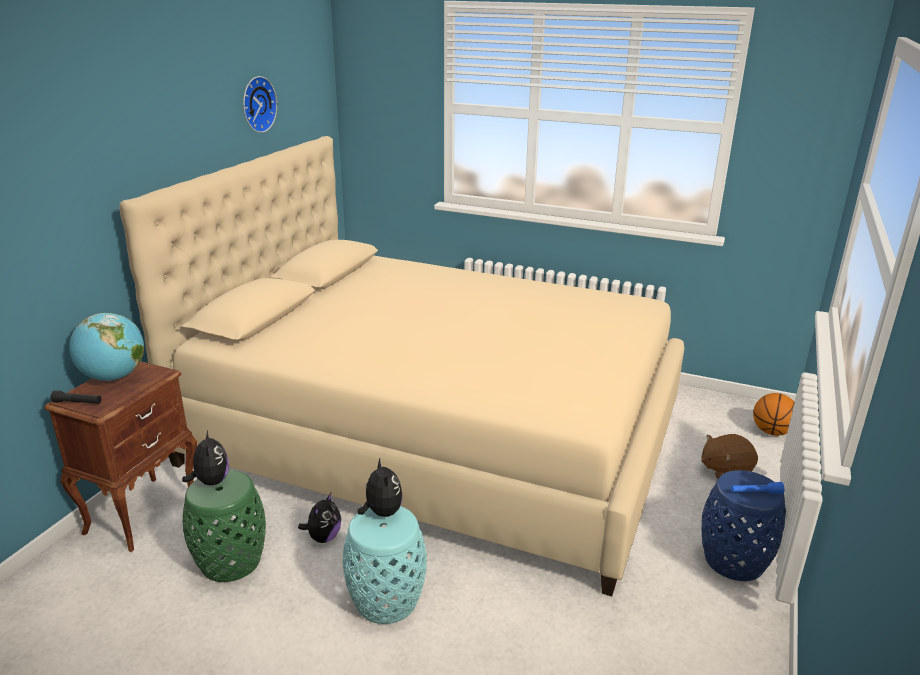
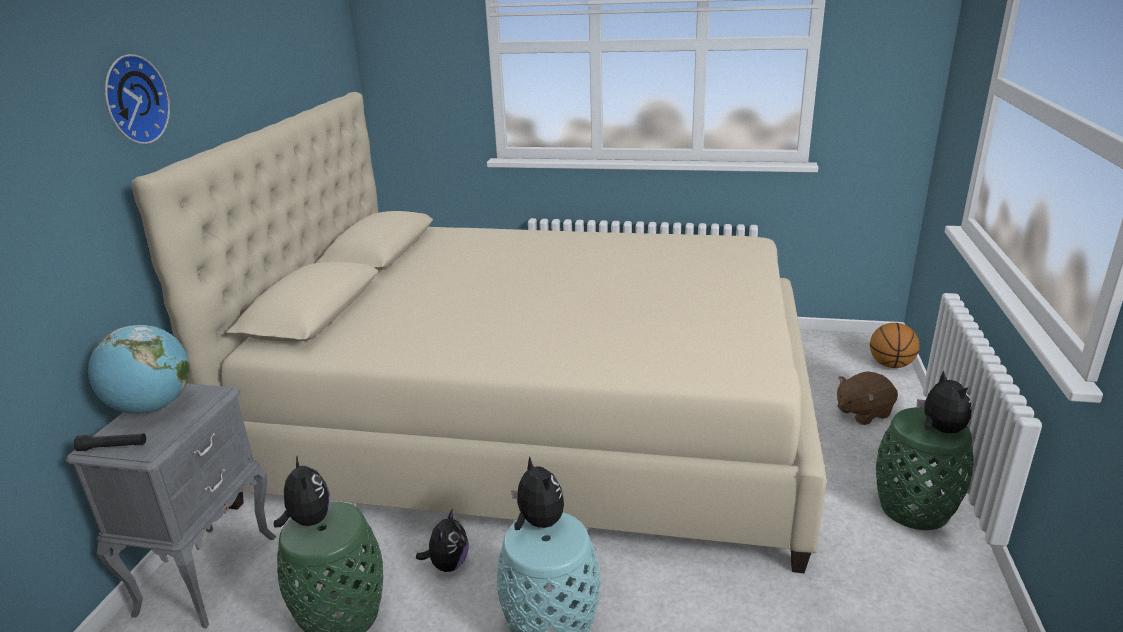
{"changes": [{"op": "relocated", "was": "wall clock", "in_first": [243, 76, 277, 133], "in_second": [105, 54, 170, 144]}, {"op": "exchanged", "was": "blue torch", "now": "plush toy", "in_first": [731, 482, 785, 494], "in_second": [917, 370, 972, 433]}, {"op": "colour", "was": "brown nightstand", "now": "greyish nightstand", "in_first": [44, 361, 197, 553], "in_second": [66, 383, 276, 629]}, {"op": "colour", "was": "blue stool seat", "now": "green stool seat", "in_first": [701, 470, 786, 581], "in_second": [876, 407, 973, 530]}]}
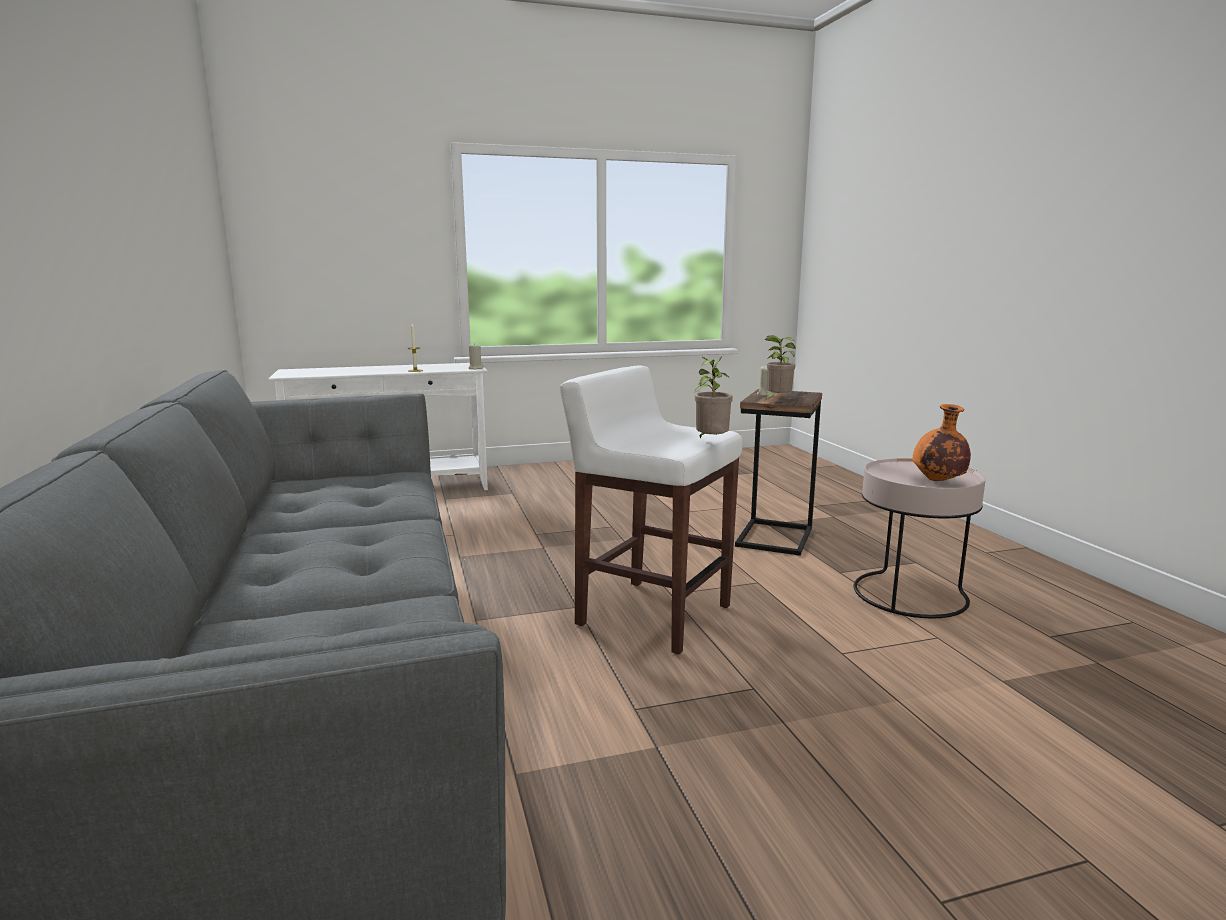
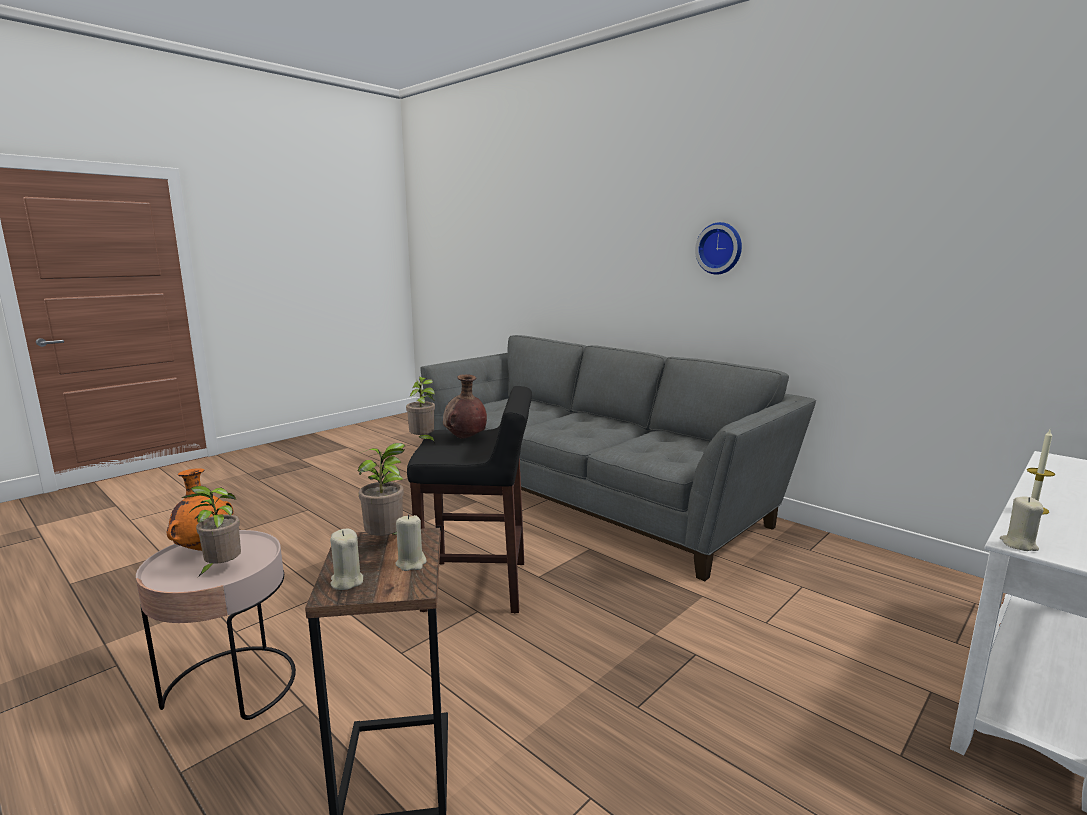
{"changes": [{"op": "appeared", "now": "plant in a pot", "in_second": [181, 486, 241, 577]}, {"op": "appeared", "now": "beige-coloured wax candle", "in_second": [330, 529, 363, 590]}, {"op": "appeared", "now": "brown flower vase", "in_second": [443, 374, 487, 439]}, {"op": "appeared", "now": "wall clock", "in_second": [695, 222, 742, 275]}, {"op": "colour", "was": "whitish stool seat", "now": "black-coloured stool seat", "in_first": [560, 365, 742, 654], "in_second": [407, 386, 532, 613]}]}
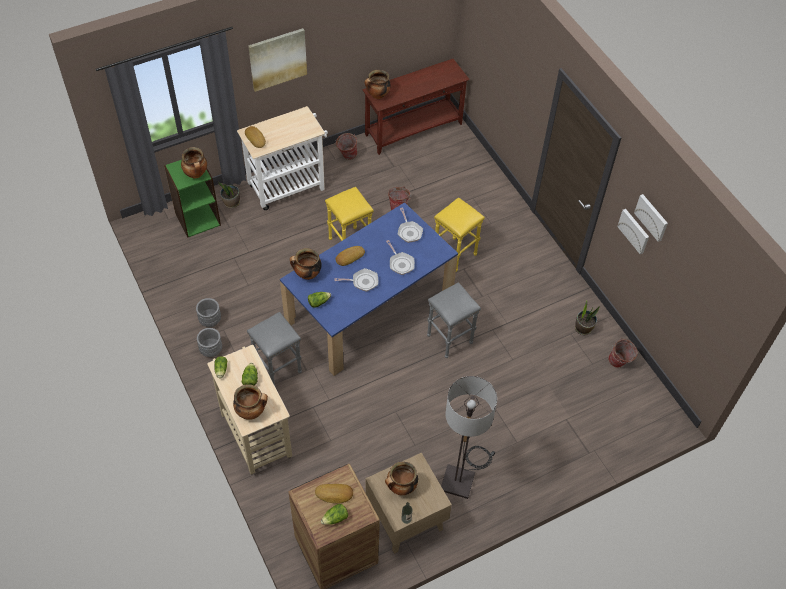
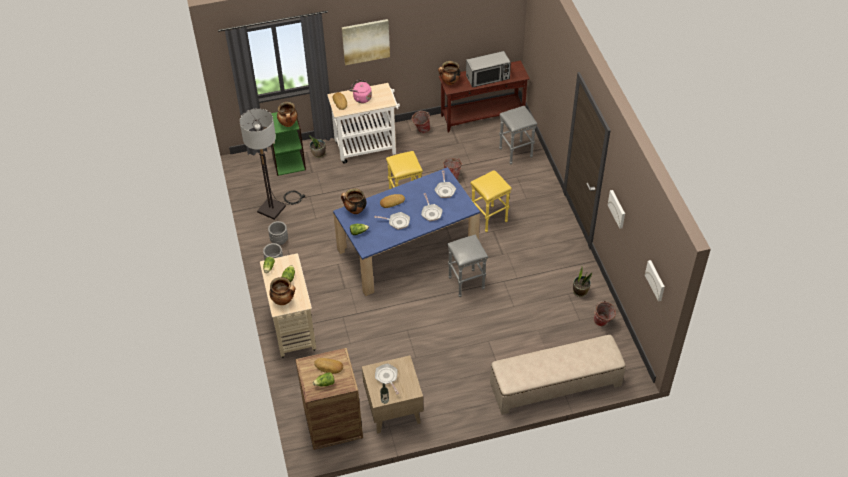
{"changes": [{"op": "appeared", "now": "pink-coloured tea kettle", "in_second": [349, 79, 372, 103]}, {"op": "appeared", "now": "microwave", "in_second": [466, 51, 511, 87]}, {"op": "appeared", "now": "beige-coloured bench", "in_second": [490, 335, 626, 415]}, {"op": "relocated", "was": "greyish stool seat", "in_first": [247, 312, 302, 386], "in_second": [499, 106, 537, 164]}, {"op": "relocated", "was": "standard lamp", "in_first": [441, 376, 497, 499], "in_second": [240, 108, 305, 220]}, {"op": "relocated", "was": "wall picture", "in_first": [634, 194, 668, 242], "in_second": [645, 260, 665, 302]}, {"op": "exchanged", "was": "cooking pot", "now": "pan", "in_first": [385, 462, 418, 495], "in_second": [375, 363, 399, 394]}]}
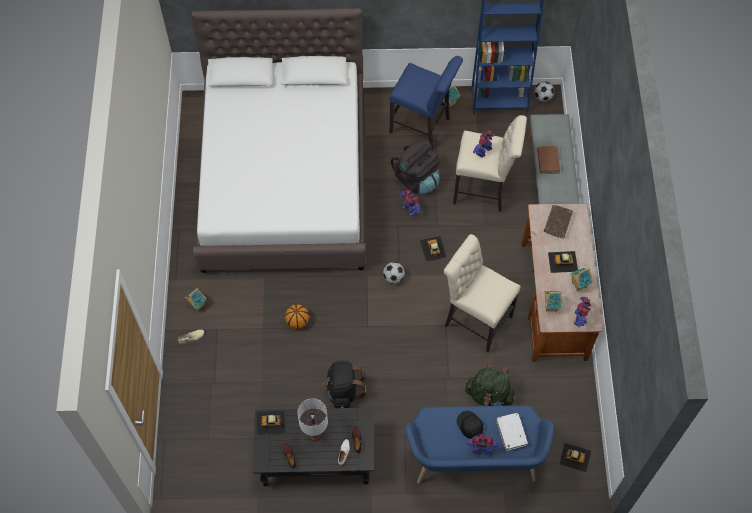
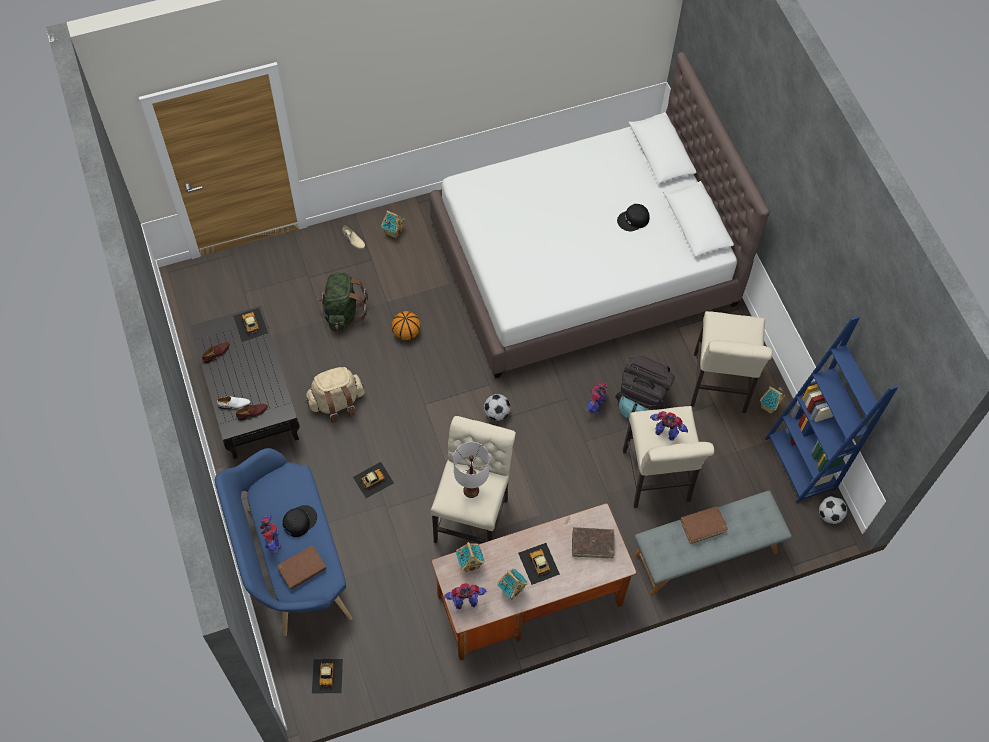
{"changes": [{"op": "appeared", "now": "black-coloured cap", "in_second": [617, 204, 649, 231]}, {"op": "relocated", "was": "whitish table lamp", "in_first": [297, 399, 328, 441], "in_second": [453, 442, 489, 498]}, {"op": "relocated", "was": "model car", "in_first": [420, 236, 447, 262], "in_second": [353, 462, 394, 498]}, {"op": "relocated", "was": "green backpack", "in_first": [465, 363, 516, 406], "in_second": [317, 272, 368, 331]}, {"op": "colour", "was": "black-coloured backpack", "now": "beige-coloured backpack", "in_first": [322, 361, 366, 408], "in_second": [305, 367, 365, 423]}, {"op": "colour", "was": "blue stool seat", "now": "beige-coloured stool seat", "in_first": [390, 56, 463, 150], "in_second": [691, 311, 773, 413]}, {"op": "colour", "was": "whitish book", "now": "brown book", "in_first": [496, 413, 528, 451], "in_second": [277, 546, 326, 590]}]}
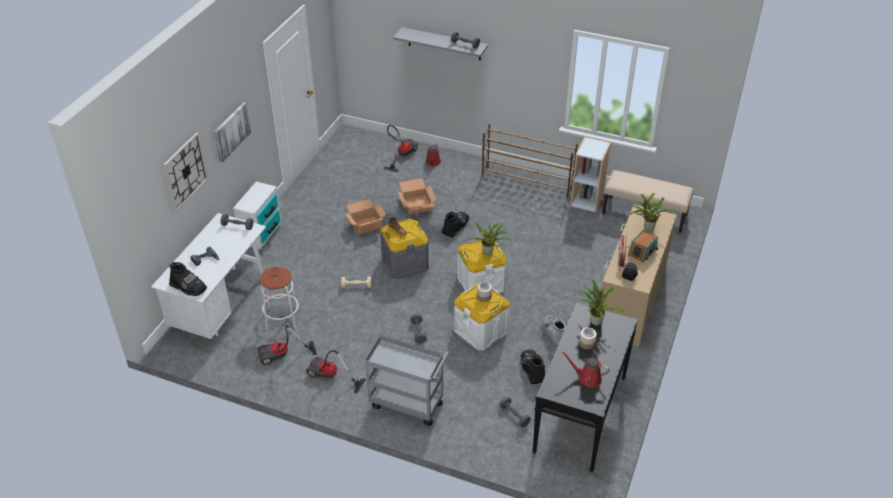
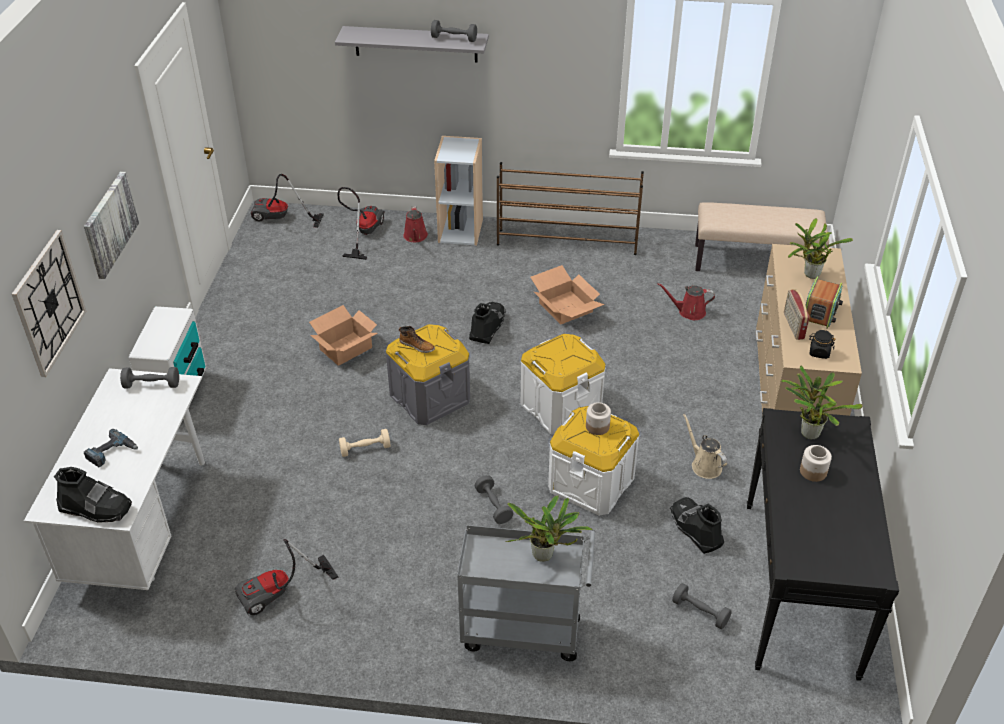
{"changes": [{"op": "missing", "was": "whitish stool seat", "in_first": [260, 267, 299, 329]}, {"op": "relocated", "was": "hoover", "in_first": [306, 350, 366, 393], "in_second": [251, 174, 324, 228]}, {"op": "relocated", "was": "packing box", "in_first": [398, 178, 437, 214], "in_second": [530, 265, 604, 324]}, {"op": "relocated", "was": "plant in a pot", "in_first": [470, 222, 511, 255], "in_second": [506, 495, 593, 562]}, {"op": "relocated", "was": "red watering pot", "in_first": [561, 351, 610, 388], "in_second": [657, 283, 715, 320]}, {"op": "relocated", "was": "bookshelf", "in_first": [570, 137, 611, 212], "in_second": [434, 136, 483, 246]}, {"op": "exchanged", "was": "greyish high-top boot", "now": "beige-coloured watering pot", "in_first": [542, 315, 566, 348], "in_second": [683, 413, 727, 479]}]}
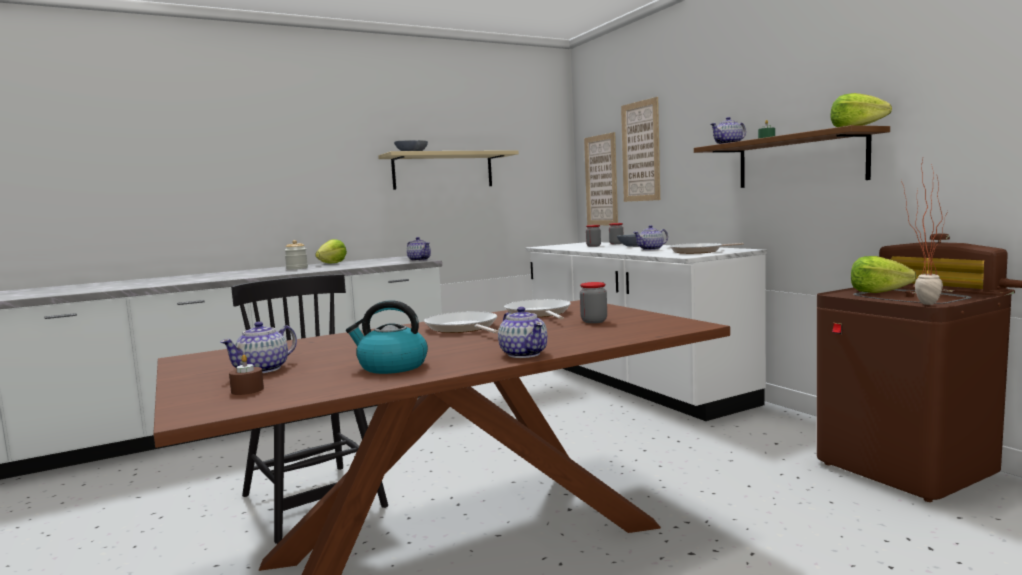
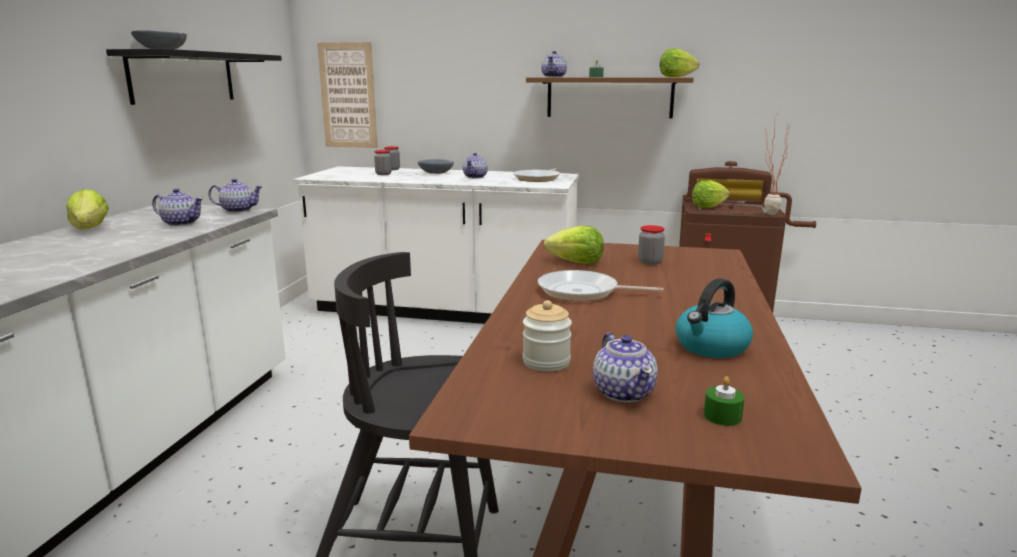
{"changes": [{"op": "missing", "was": "wall picture", "in_first": [621, 97, 660, 202]}, {"op": "relocated", "was": "jar", "in_first": [284, 240, 308, 270], "in_second": [522, 300, 572, 372]}, {"op": "relocated", "was": "pot for tea", "in_first": [498, 307, 547, 358], "in_second": [152, 188, 204, 226]}, {"op": "exchanged", "was": "pan", "now": "head of lettuce", "in_first": [504, 299, 571, 319], "in_second": [544, 226, 604, 264]}, {"op": "colour", "was": "brown wax candle", "now": "green wax candle", "in_first": [229, 355, 264, 395], "in_second": [704, 376, 745, 426]}, {"op": "colour", "was": "beige-coloured bracket shelf", "now": "black-coloured bracket shelf", "in_first": [378, 150, 519, 190], "in_second": [106, 49, 282, 105]}]}
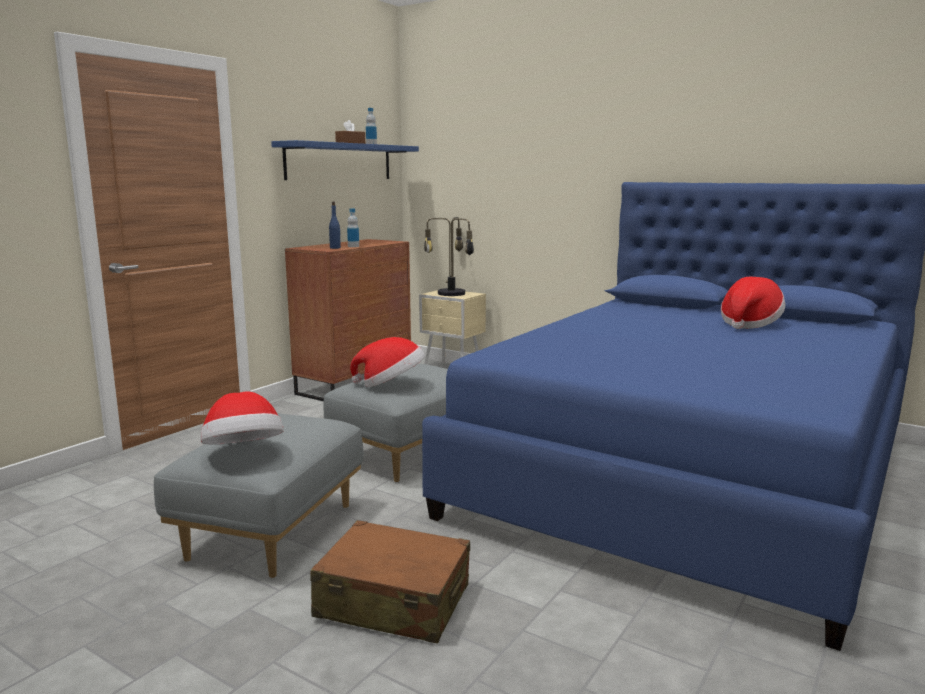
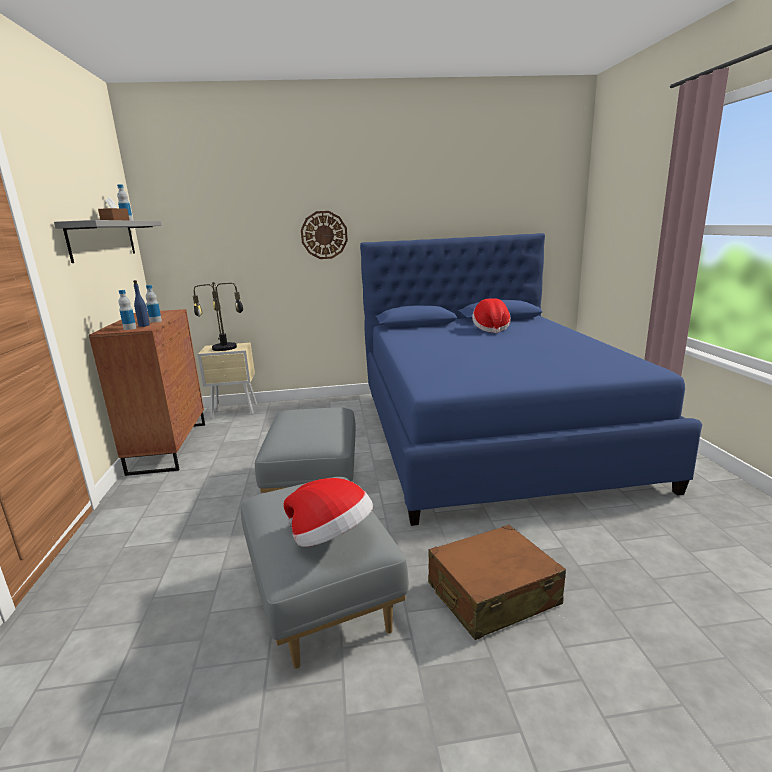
{"changes": [{"op": "missing", "was": "hat", "in_first": [350, 337, 425, 387]}, {"op": "appeared", "now": "bottle", "in_second": [119, 290, 136, 330]}, {"op": "appeared", "now": "wall clock", "in_second": [301, 211, 348, 259]}, {"op": "colour", "was": "blue bracket shelf", "now": "greyish bracket shelf", "in_first": [271, 140, 419, 180], "in_second": [54, 220, 162, 263]}]}
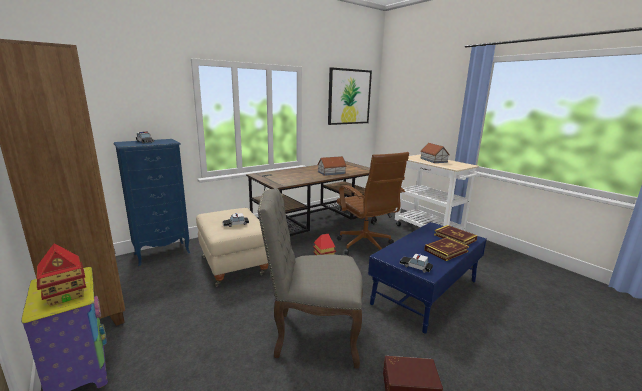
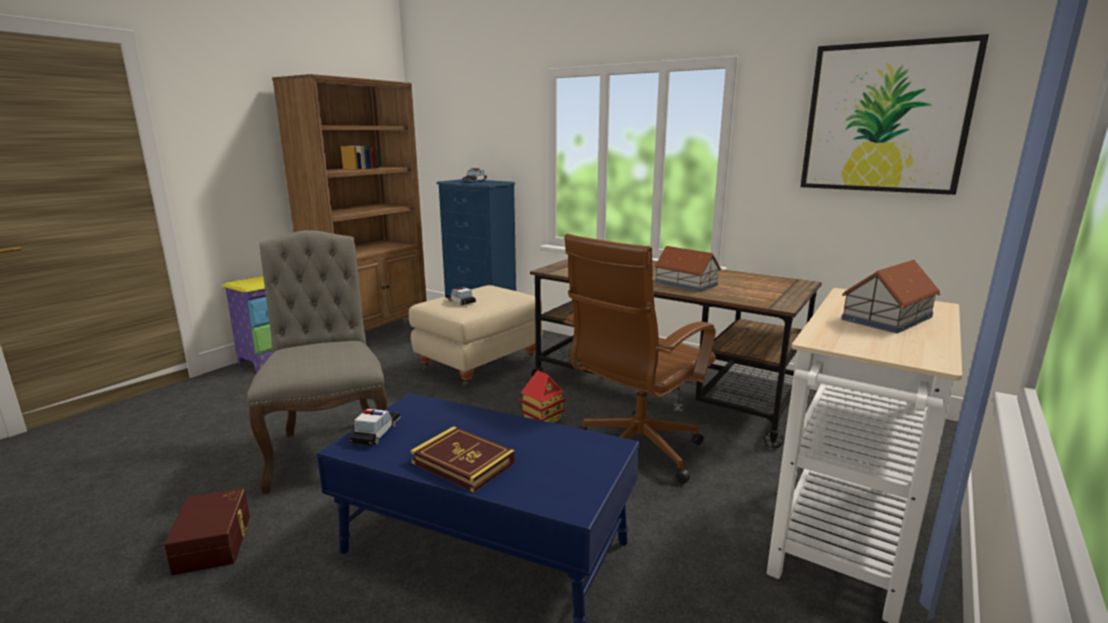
{"changes": [{"op": "missing", "was": "toy house", "in_first": [37, 244, 86, 306]}, {"op": "missing", "was": "book", "in_first": [434, 225, 478, 245]}]}
